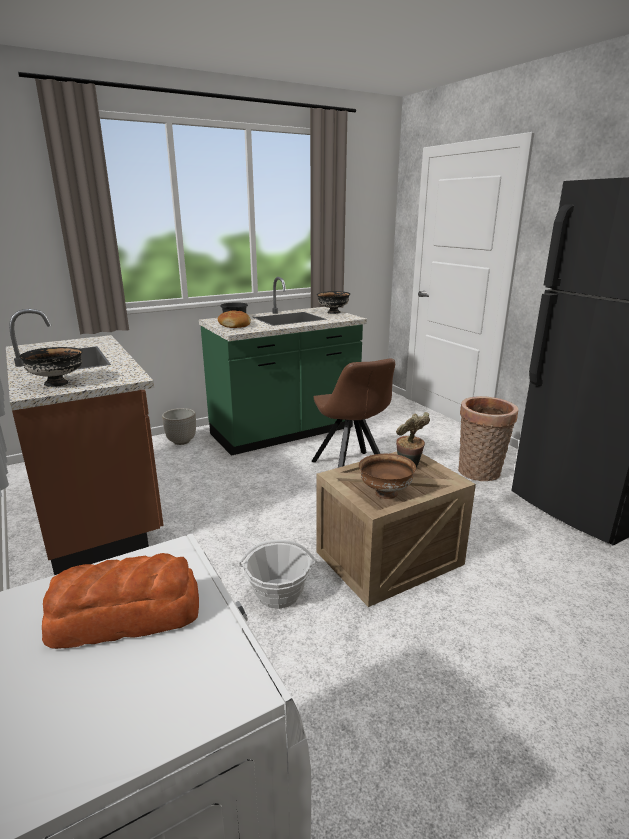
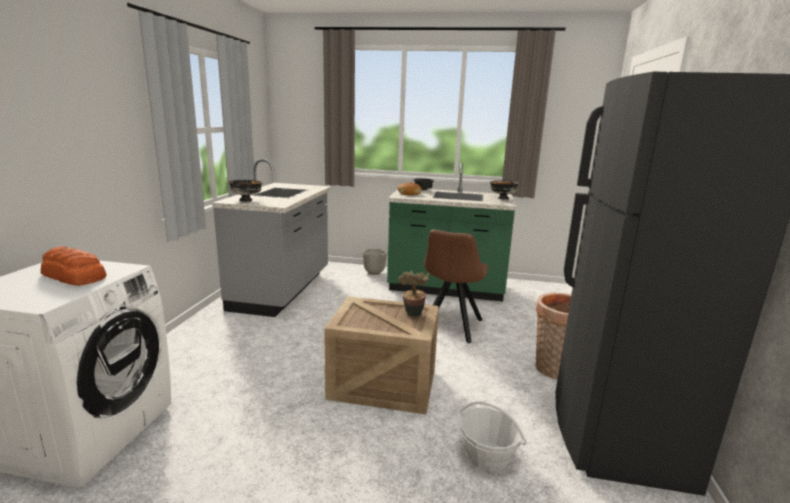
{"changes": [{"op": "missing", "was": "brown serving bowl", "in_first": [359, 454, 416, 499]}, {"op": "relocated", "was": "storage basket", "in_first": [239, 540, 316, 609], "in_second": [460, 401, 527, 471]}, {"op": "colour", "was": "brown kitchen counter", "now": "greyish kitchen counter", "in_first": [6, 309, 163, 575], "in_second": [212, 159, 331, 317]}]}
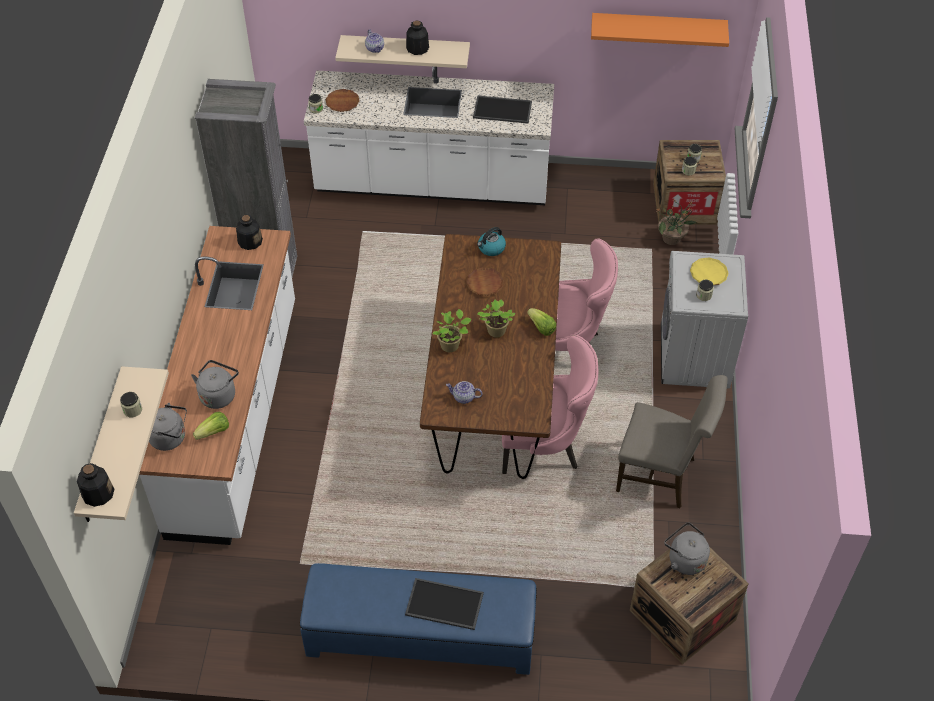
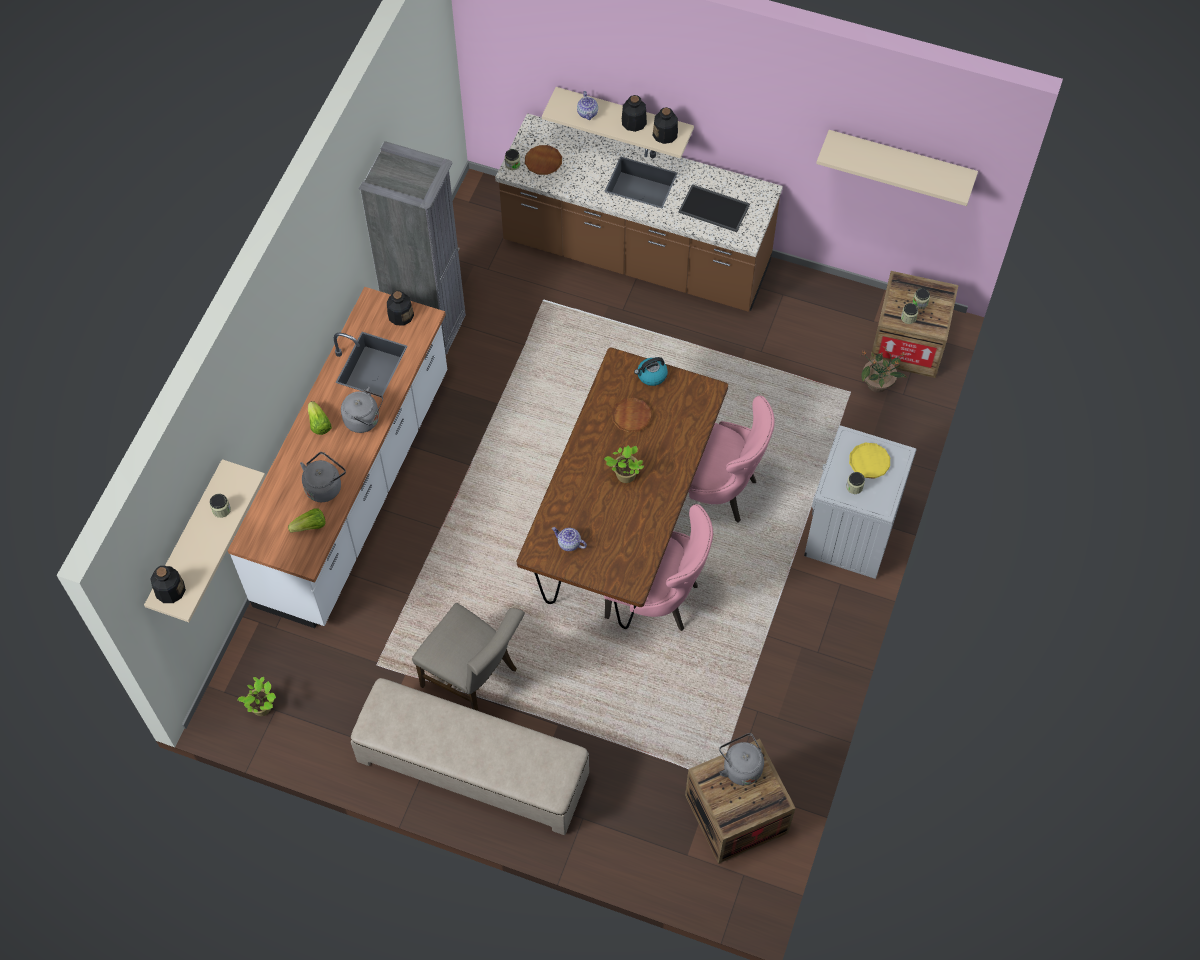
{"changes": [{"op": "missing", "was": "carrying tray", "in_first": [405, 578, 484, 630]}, {"op": "appeared", "now": "bottle", "in_second": [653, 107, 678, 144]}, {"op": "relocated", "was": "greyish tea kettle", "in_first": [149, 403, 187, 451], "in_second": [341, 387, 383, 433]}, {"op": "relocated", "was": "plant in a pot", "in_first": [433, 309, 472, 352], "in_second": [237, 677, 276, 716]}, {"op": "relocated", "was": "head of lettuce", "in_first": [527, 308, 556, 336], "in_second": [308, 401, 332, 435]}, {"op": "relocated", "was": "beige-coloured upright chair", "in_first": [616, 375, 728, 509], "in_second": [412, 603, 525, 711]}, {"op": "colour", "was": "blue bench", "now": "beige-coloured bench", "in_first": [300, 563, 537, 675], "in_second": [351, 678, 589, 835]}, {"op": "colour", "was": "whitish kitchen counter", "now": "brown kitchen counter", "in_first": [304, 67, 554, 205], "in_second": [495, 113, 783, 312]}, {"op": "colour", "was": "orange bracket shelf", "now": "beige-coloured bracket shelf", "in_first": [591, 13, 729, 47], "in_second": [816, 130, 978, 206]}]}
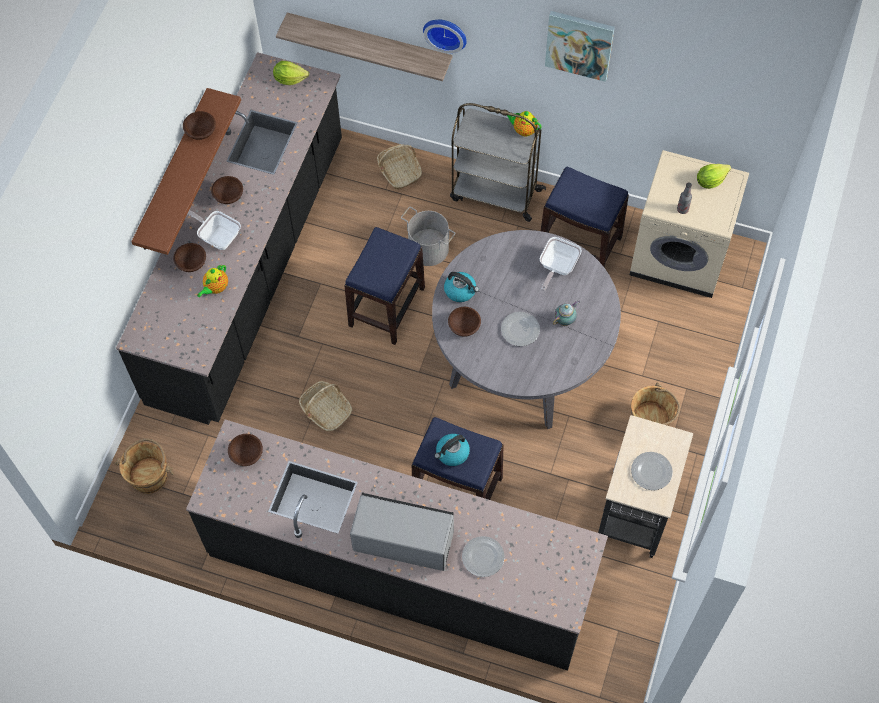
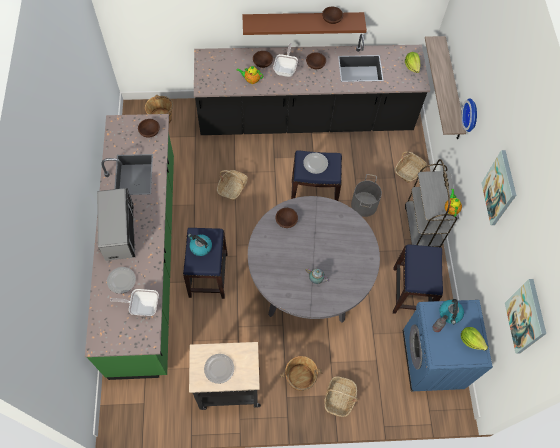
{"changes": [{"op": "appeared", "now": "storage basket", "in_second": [325, 376, 358, 417]}, {"op": "appeared", "now": "wall picture", "in_second": [505, 279, 546, 354]}, {"op": "relocated", "was": "tea kettle", "in_first": [444, 272, 479, 302], "in_second": [439, 299, 464, 324]}, {"op": "relocated", "was": "flat dish", "in_first": [501, 312, 540, 346], "in_second": [303, 153, 328, 174]}, {"op": "relocated", "was": "pan", "in_first": [540, 237, 582, 291], "in_second": [110, 289, 159, 316]}, {"op": "colour", "was": "black-coloured kitchen counter", "now": "green kitchen counter", "in_first": [186, 419, 608, 671], "in_second": [85, 114, 174, 380]}, {"op": "colour", "was": "beige-coloured laundry appliance", "now": "blue laundry appliance", "in_first": [629, 150, 749, 298], "in_second": [403, 300, 493, 391]}]}
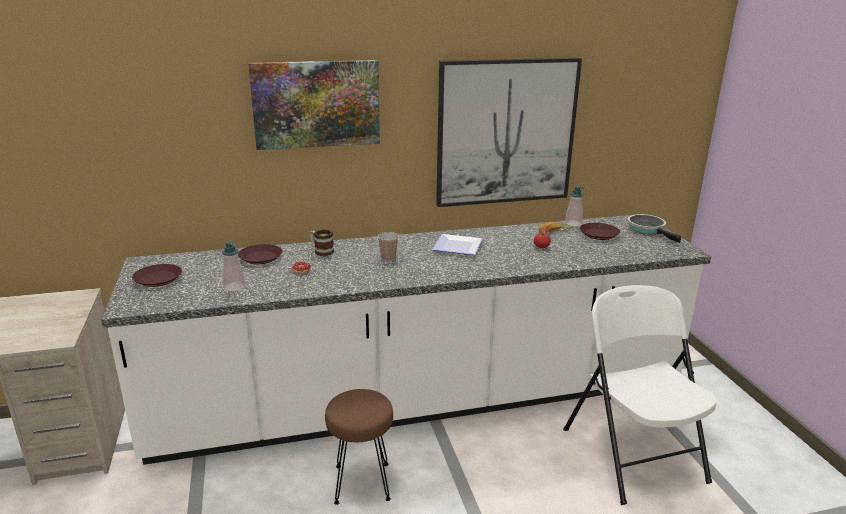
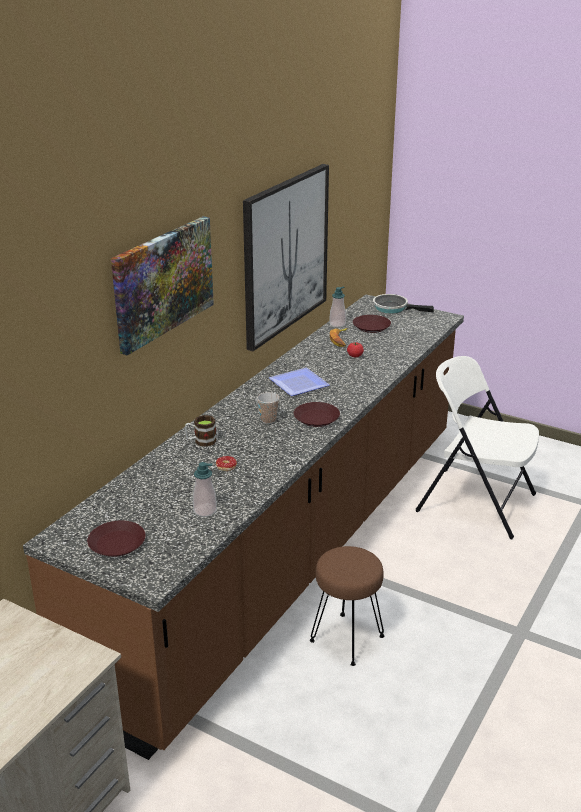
{"changes": [{"op": "relocated", "was": "brown flat dish", "in_first": [238, 244, 282, 264], "in_second": [294, 402, 340, 427]}, {"op": "colour", "was": "whitish kitchen counter", "now": "brown kitchen counter", "in_first": [101, 215, 711, 465], "in_second": [23, 295, 464, 760]}]}
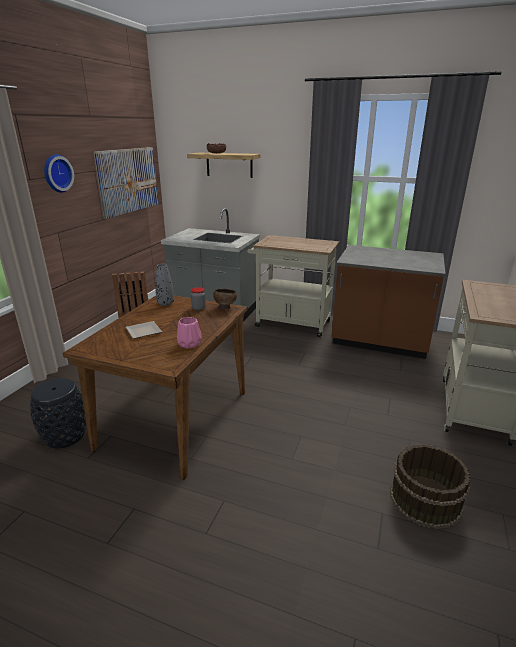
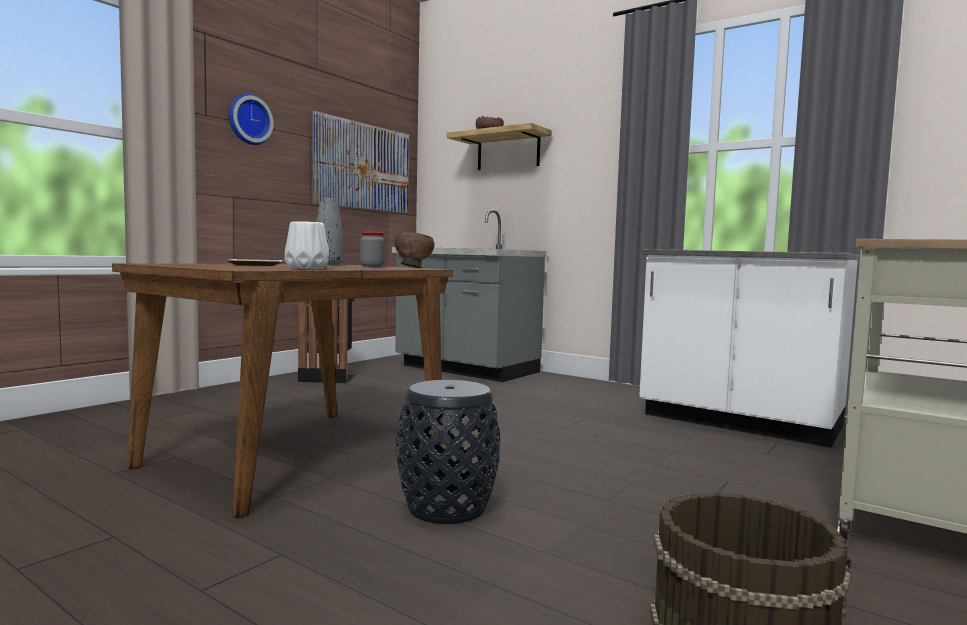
{"changes": [{"op": "missing", "was": "beige-coloured wheeled cart", "in_first": [247, 235, 339, 338]}, {"op": "relocated", "was": "black-coloured stool seat", "in_first": [30, 378, 86, 449], "in_second": [396, 380, 500, 524]}, {"op": "colour", "was": "pink-coloured flower vase", "now": "whitish flower vase", "in_first": [177, 317, 202, 349], "in_second": [285, 221, 329, 269]}, {"op": "colour", "was": "brown kitchen counter", "now": "whitish kitchen counter", "in_first": [331, 245, 446, 359], "in_second": [639, 249, 860, 448]}]}
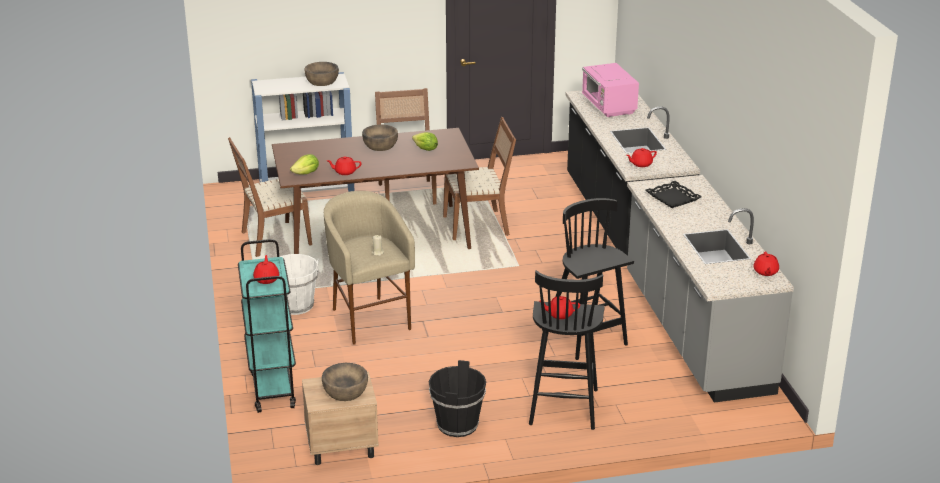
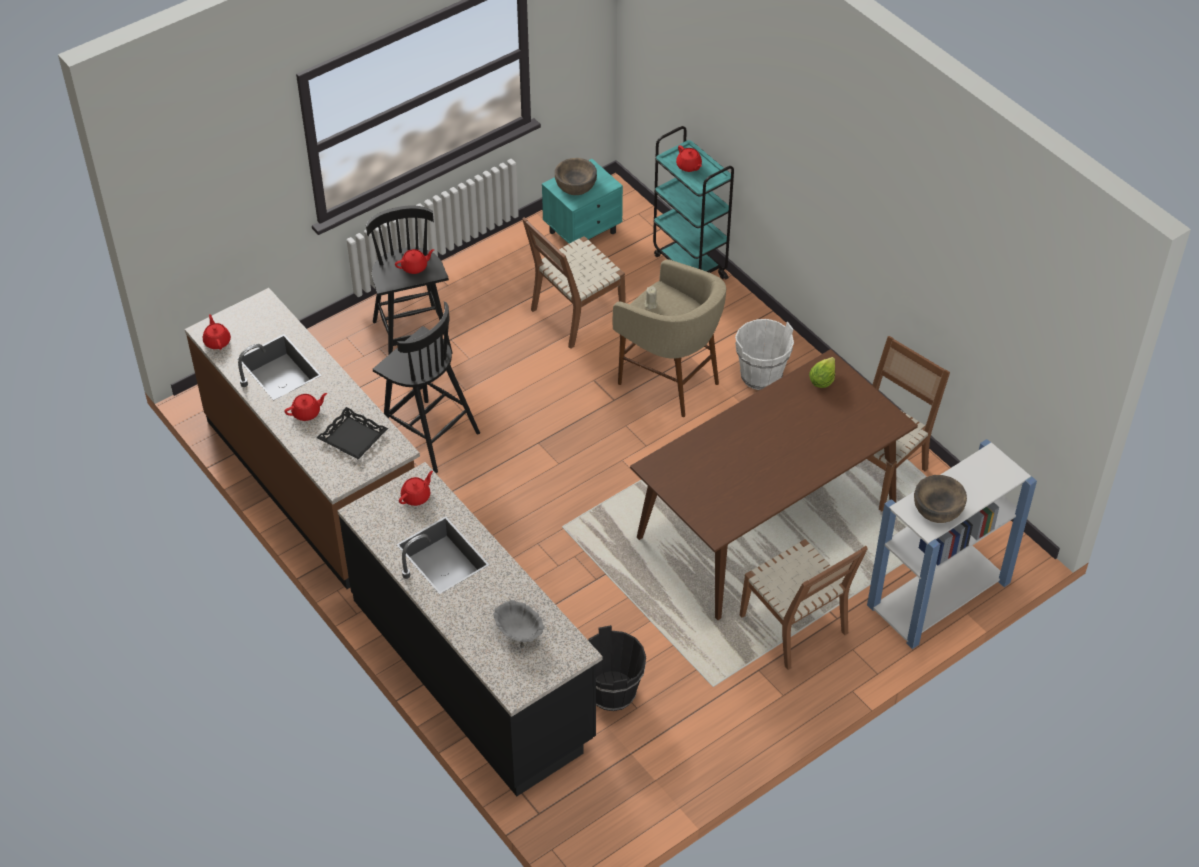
{"changes": [{"op": "missing", "was": "brown serving bowl", "in_first": [362, 124, 398, 151]}, {"op": "missing", "was": "head of lettuce", "in_first": [412, 132, 438, 151]}, {"op": "relocated", "was": "red pot for tea", "in_first": [326, 156, 361, 175], "in_second": [284, 393, 327, 421]}, {"op": "relocated", "was": "black-coloured water bucket", "in_first": [429, 360, 486, 437], "in_second": [588, 625, 646, 711]}, {"op": "relocated", "was": "upright chair", "in_first": [443, 116, 516, 240], "in_second": [522, 217, 626, 349]}, {"op": "exchanged", "was": "pink-coloured microwave", "now": "greyish serving bowl", "in_first": [582, 63, 639, 117], "in_second": [494, 600, 544, 648]}, {"op": "colour", "was": "beige-coloured nightstand", "now": "turquoise-coloured nightstand", "in_first": [302, 371, 379, 465], "in_second": [542, 159, 623, 244]}, {"op": "colour", "was": "greyish kitchen counter", "now": "brown kitchen counter", "in_first": [627, 175, 794, 403], "in_second": [185, 288, 420, 589]}]}
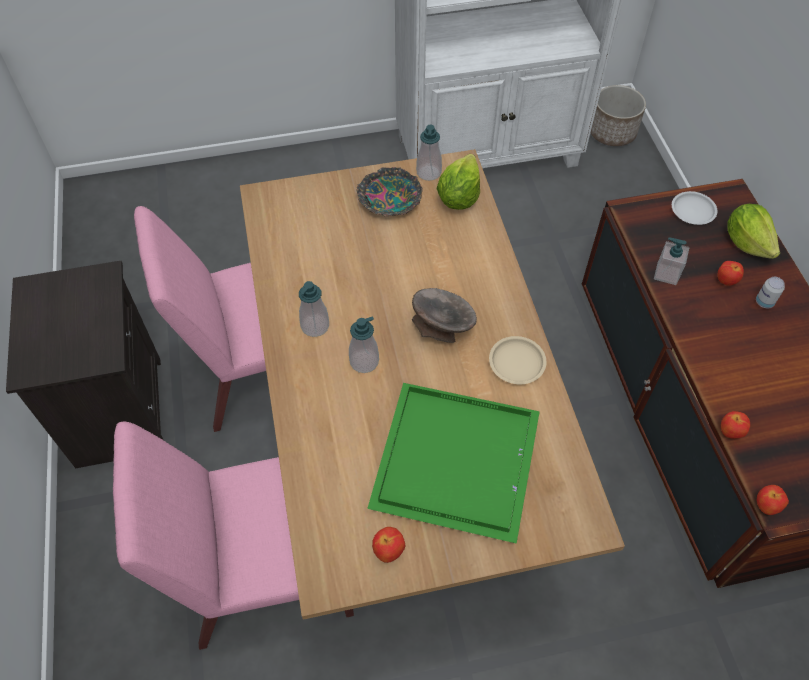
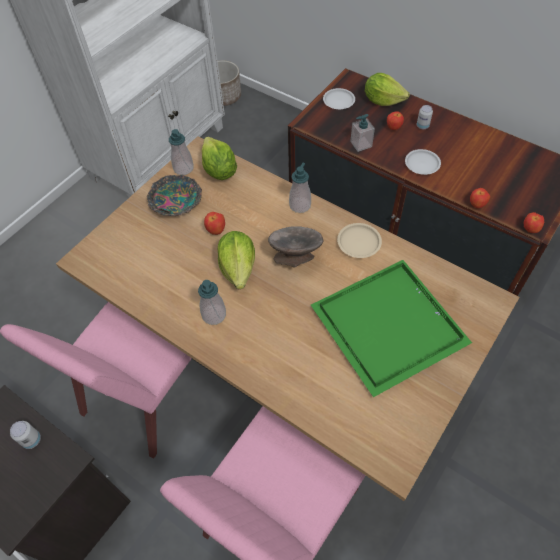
{"changes": [{"op": "appeared", "now": "sealed can", "in_second": [10, 421, 41, 449]}, {"op": "appeared", "now": "head of lettuce", "in_second": [217, 231, 255, 289]}, {"op": "appeared", "now": "whitish flat dish", "in_second": [405, 149, 441, 175]}, {"op": "relocated", "was": "liquid soap bottle", "in_first": [349, 316, 379, 373], "in_second": [289, 163, 311, 213]}, {"op": "relocated", "was": "whole apple", "in_first": [372, 527, 405, 563], "in_second": [204, 212, 225, 235]}]}
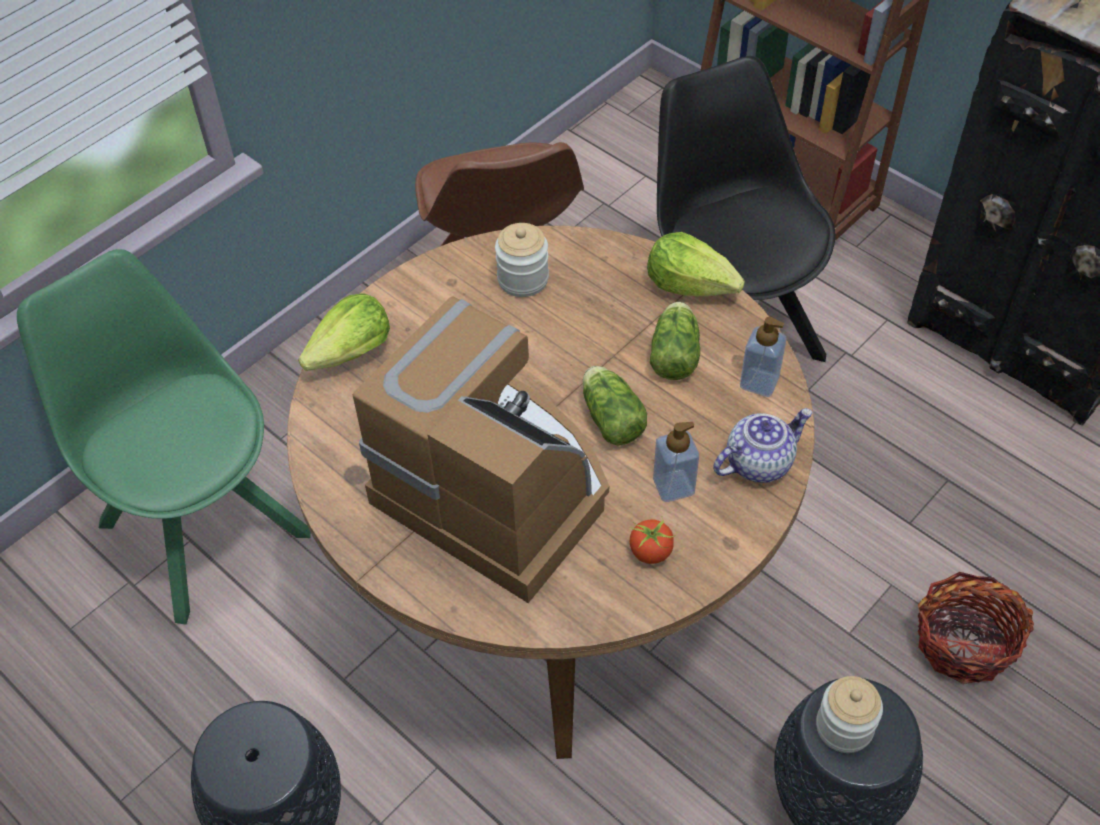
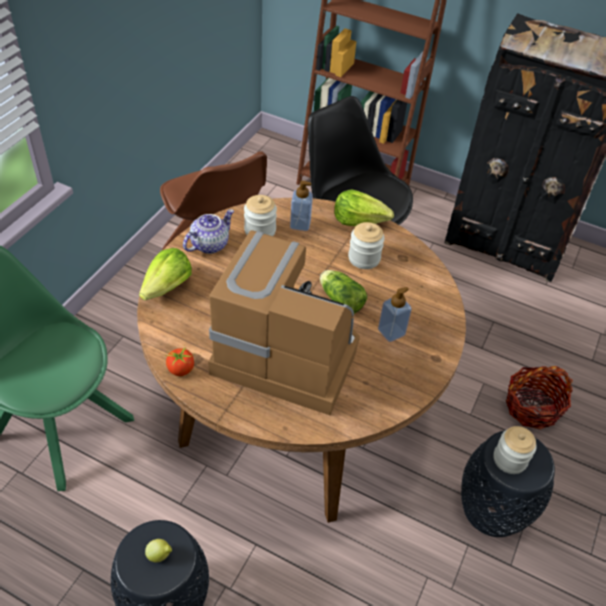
{"changes": [{"op": "appeared", "now": "lemon", "in_second": [145, 539, 172, 562]}, {"op": "relocated", "was": "whole tomato", "in_first": [630, 516, 677, 564], "in_second": [165, 346, 195, 376]}, {"op": "relocated", "was": "pot for tea", "in_first": [713, 408, 813, 483], "in_second": [183, 209, 234, 254]}, {"op": "relocated", "was": "liquid soap bottle", "in_first": [740, 317, 786, 397], "in_second": [290, 181, 313, 231]}, {"op": "exchanged", "was": "head of lettuce", "now": "jar", "in_first": [650, 302, 700, 380], "in_second": [348, 222, 385, 269]}]}
